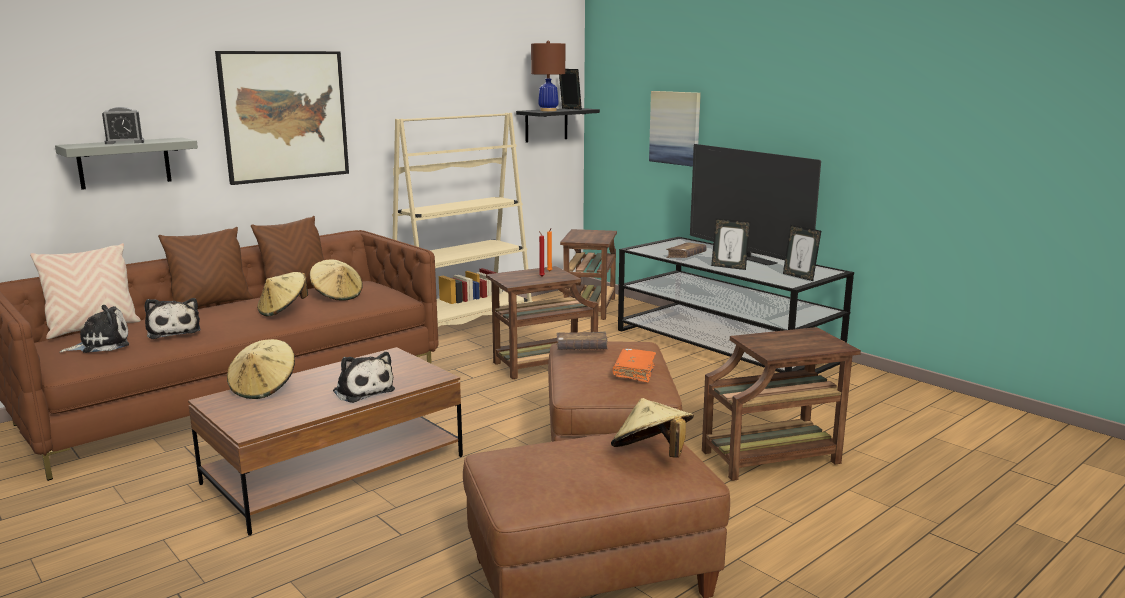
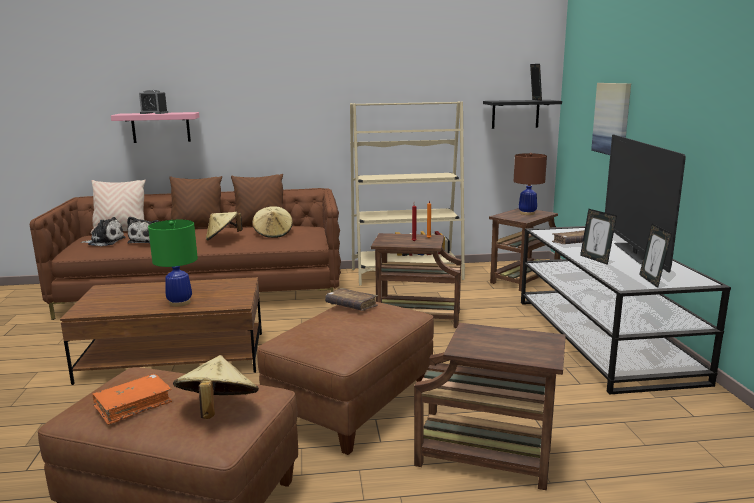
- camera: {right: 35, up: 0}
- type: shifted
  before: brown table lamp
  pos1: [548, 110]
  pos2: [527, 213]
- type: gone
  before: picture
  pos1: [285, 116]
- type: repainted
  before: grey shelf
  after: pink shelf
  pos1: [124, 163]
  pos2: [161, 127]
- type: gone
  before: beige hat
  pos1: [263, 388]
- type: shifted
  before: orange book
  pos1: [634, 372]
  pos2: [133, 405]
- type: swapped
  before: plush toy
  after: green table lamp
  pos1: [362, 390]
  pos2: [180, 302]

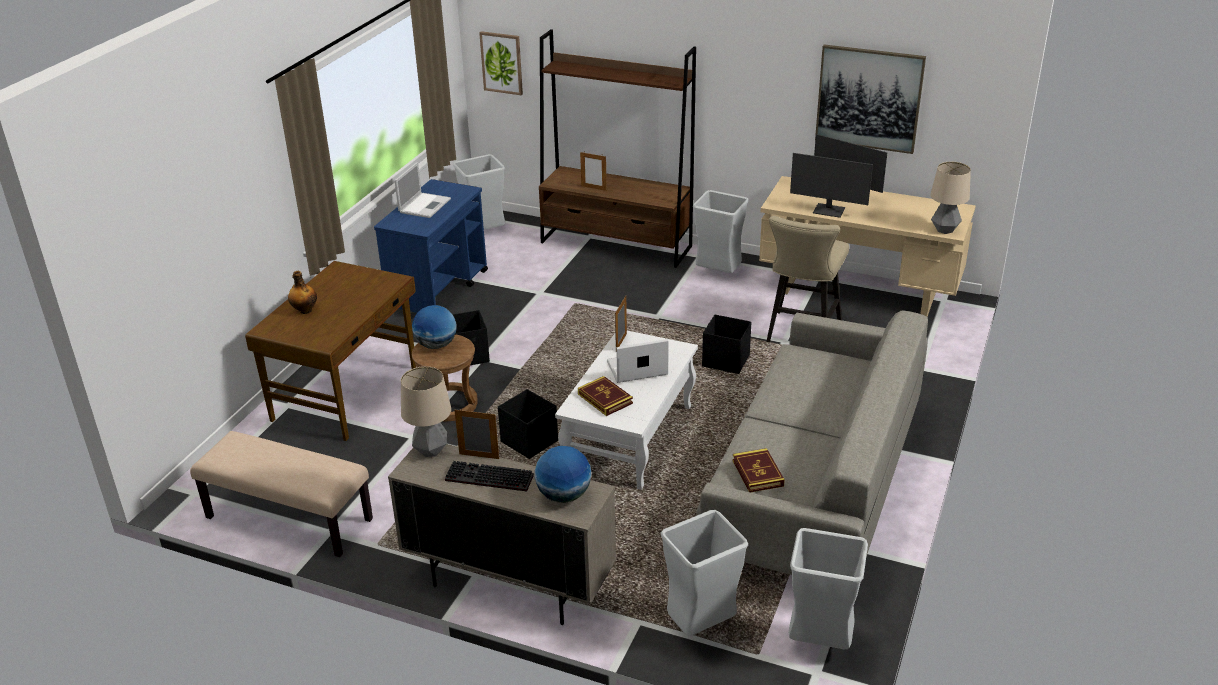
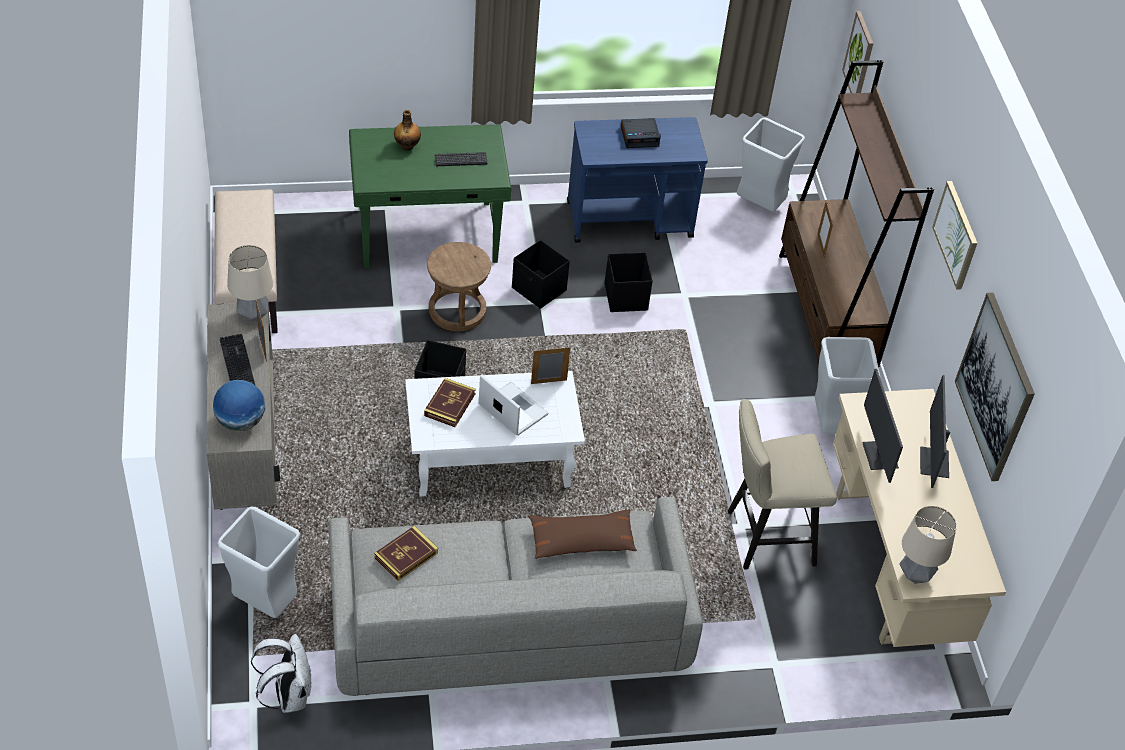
- camera: {right: 55, up: 15}
- type: swapped
  before: laptop
  after: alarm clock
  pos1: [425, 205]
  pos2: [640, 136]
- type: repainted
  before: brown desk
  after: green desk
  pos1: [347, 393]
  pos2: [428, 236]
- type: gone
  before: globe
  pos1: [436, 345]
- type: shifted
  before: black storage box
  pos1: [725, 361]
  pos2: [626, 296]
- type: swapped
  before: grey trash can
  after: white backpack
  pos1: [818, 644]
  pos2: [288, 695]
- type: new
  after: keyboard
  pos2: [461, 160]
- type: new
  after: picture
  pos2: [956, 234]
- type: new
  after: brown pillow
  pos2: [582, 541]

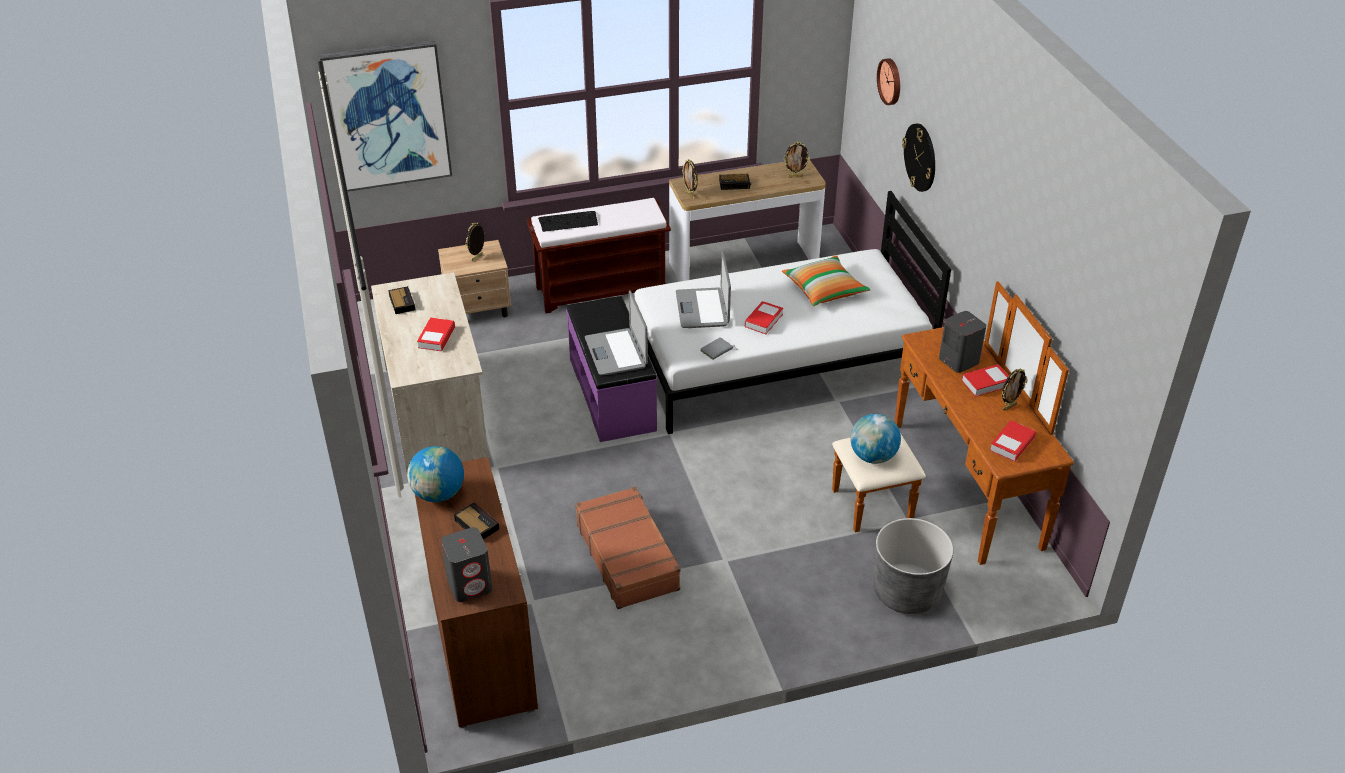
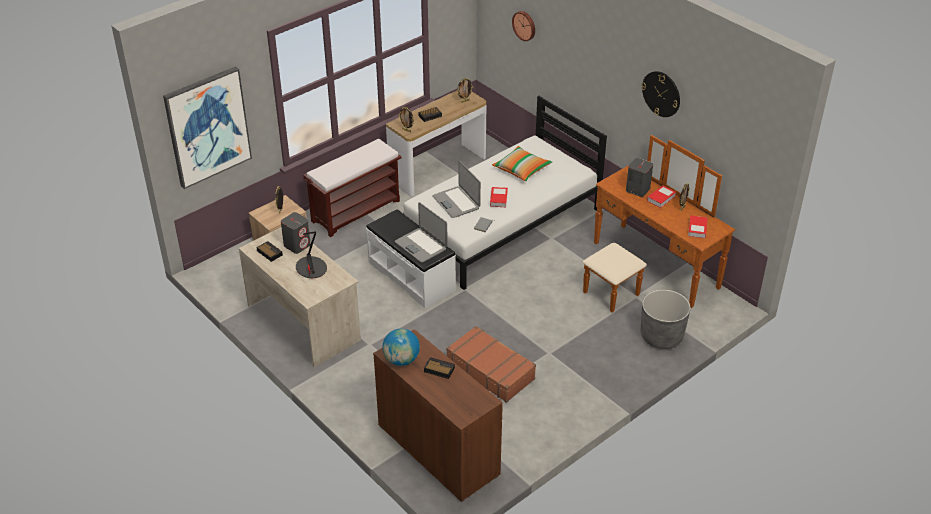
- camera: {right: -25, up: 0}
- type: shifted
  before: wall clock
  pos1: [920, 157]
  pos2: [661, 94]
- type: gone
  before: keyboard
  pos1: [568, 222]
- type: repainted
  before: purple bench
  after: white bench
  pos1: [613, 394]
  pos2: [412, 276]
- type: swapped
  before: book
  after: table lamp
  pos1: [436, 337]
  pos2: [311, 268]
- type: gone
  before: globe
  pos1: [873, 456]
- type: shifted
  before: grey speaker
  pos1: [470, 584]
  pos2: [297, 245]

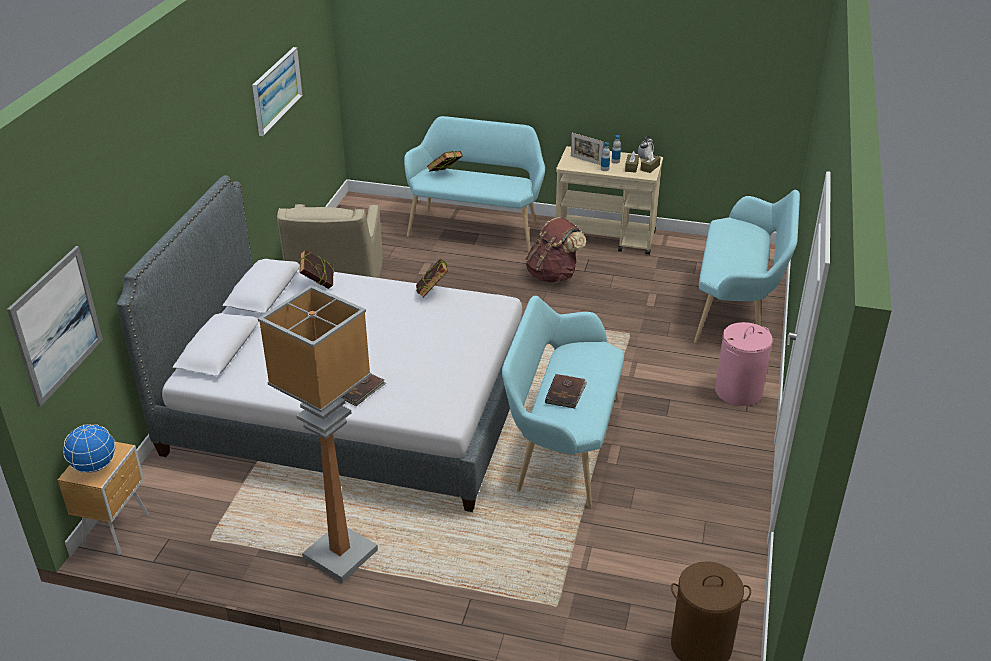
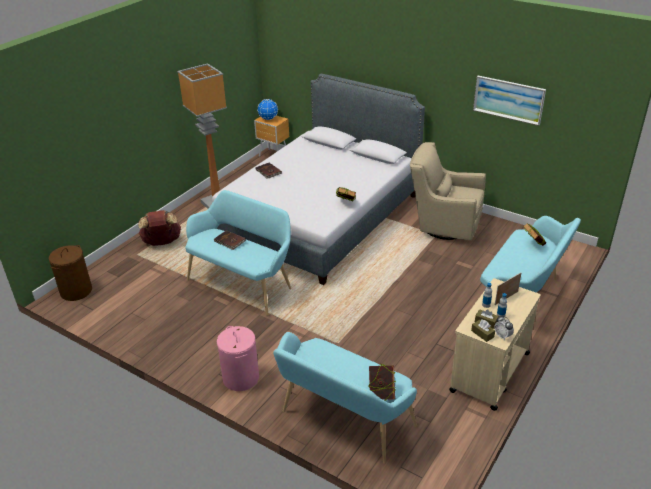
- camera: {right: 110, up: 0}
- type: shifted
  before: brown backpack
  pos1: [553, 275]
  pos2: [162, 242]
- type: gone
  before: picture
  pos1: [56, 325]
- type: shifted
  before: book
  pos1: [318, 284]
  pos2: [381, 394]

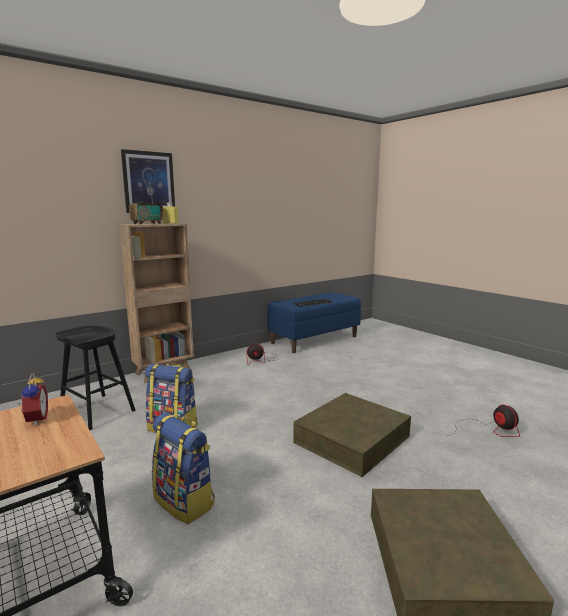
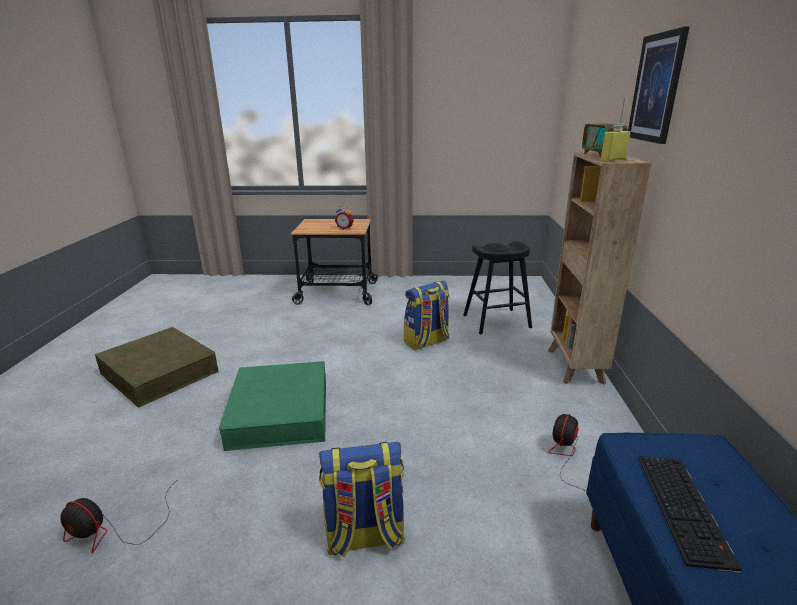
- camera: {right: 130, up: 10}
- type: repainted
  before: brown storage box
  after: green storage box
  pos1: [352, 439]
  pos2: [280, 412]
- type: shifted
  before: backpack
  pos1: [185, 502]
  pos2: [364, 536]

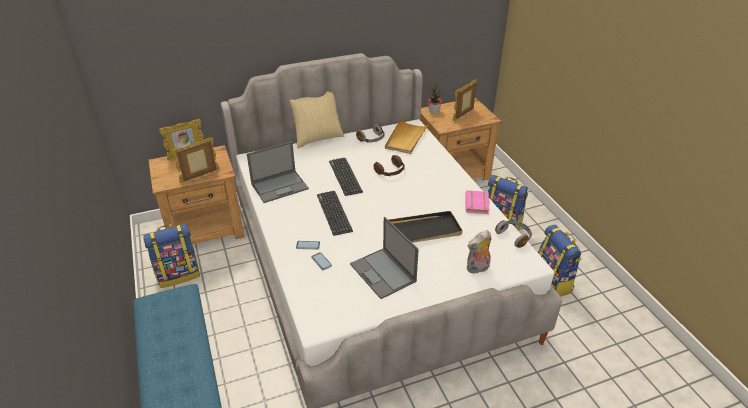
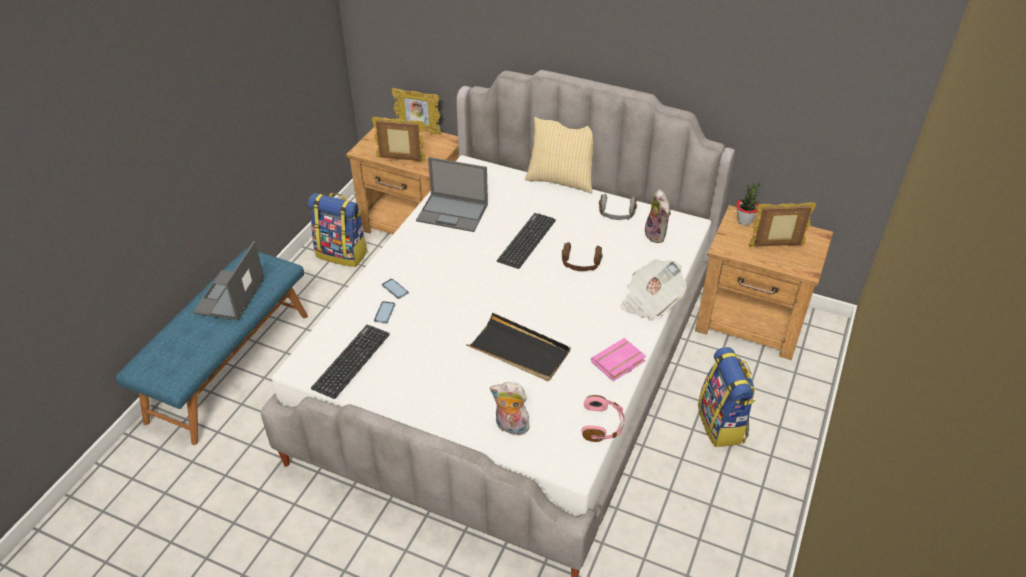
- camera: {right: 45, up: 5}
- type: swapped
  before: beige tray
  after: plush toy
  pos1: [406, 138]
  pos2: [657, 235]
- type: shifted
  before: keyboard
  pos1: [334, 213]
  pos2: [351, 361]
- type: shifted
  before: laptop
  pos1: [383, 273]
  pos2: [230, 296]
- type: repainted
  before: grey headphones
  after: pink headphones
  pos1: [514, 236]
  pos2: [602, 425]
- type: gone
  before: backpack
  pos1: [552, 282]
- type: new
  after: newspaper
  pos2: [650, 302]

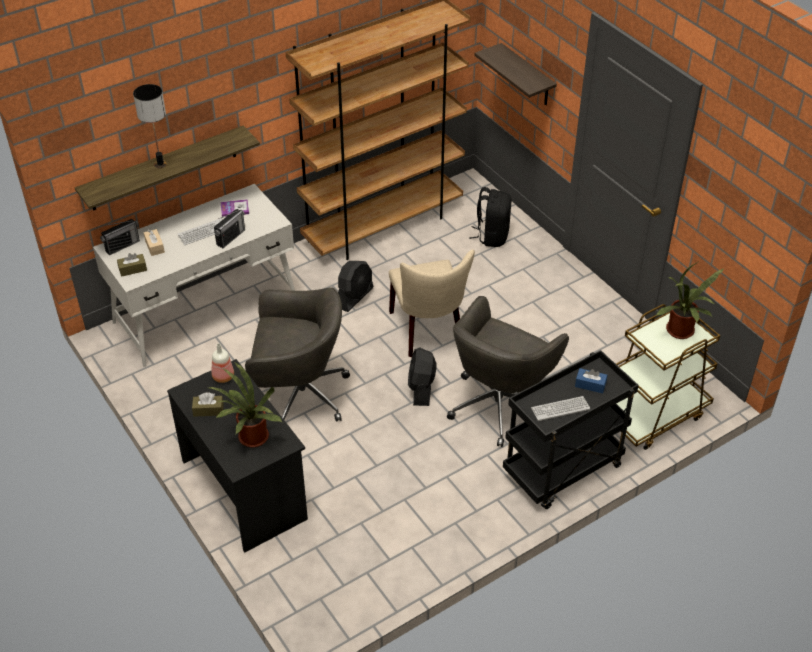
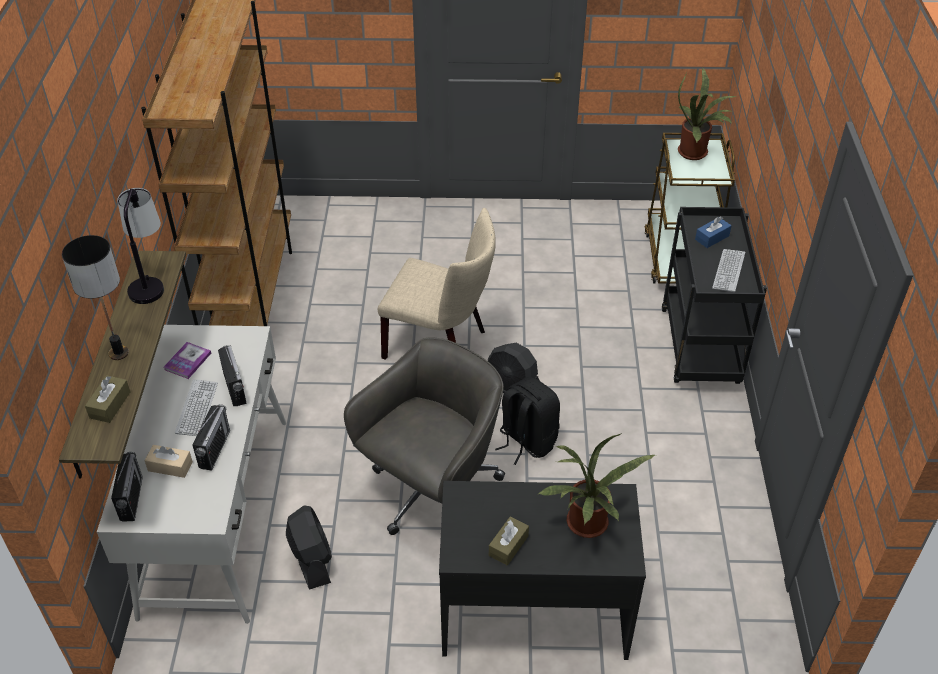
- camera: {right: -55, up: 0}
- type: gone
  before: shelf
  pos1: [527, 76]
- type: shifted
  before: black backpack
  pos1: [492, 236]
  pos2: [526, 441]
- type: shifted
  before: brown tissue box
  pos1: [132, 269]
  pos2: [110, 405]
- type: shifted
  before: black fan
  pos1: [354, 297]
  pos2: [311, 559]
- type: gone
  before: grey office chair
  pos1: [499, 404]
- type: gone
  before: bottle
  pos1: [222, 377]
- type: new
  after: table lamp
  pos2: [149, 280]
- type: new
  after: radio
  pos2: [214, 449]

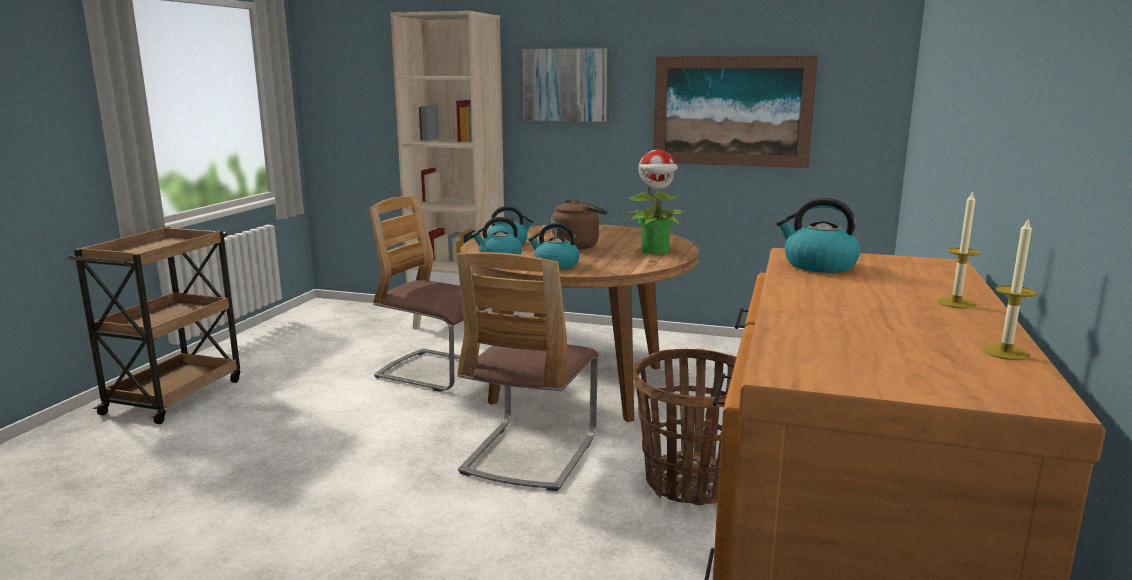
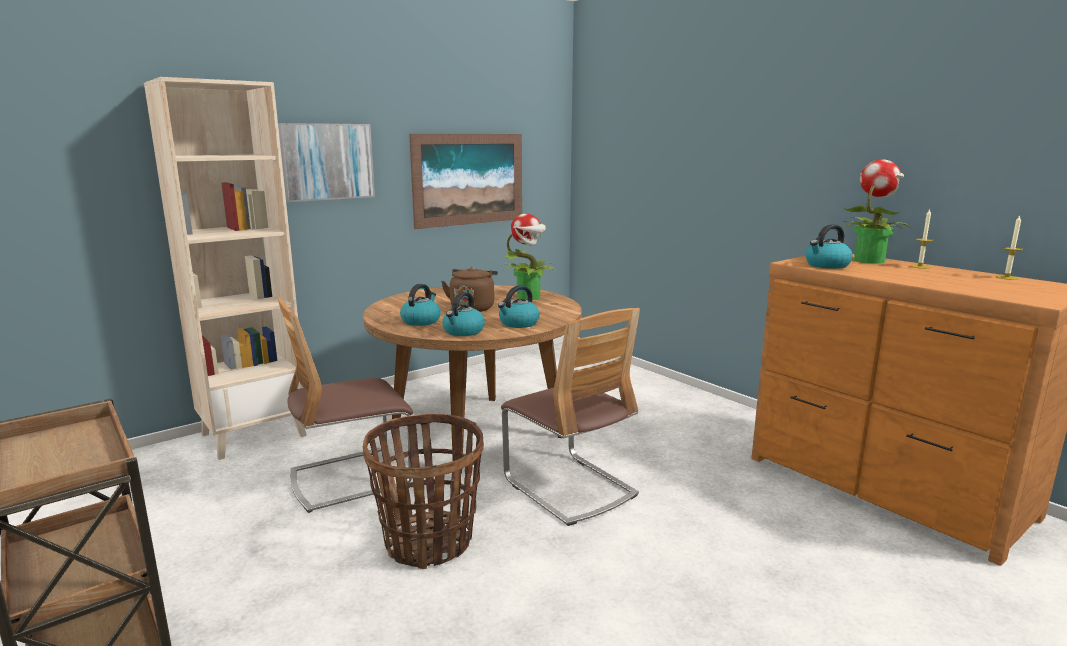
- camera: {right: -55, up: 0}
- type: shifted
  before: basket
  pos1: [691, 482]
  pos2: [429, 541]
- type: new
  after: potted plant
  pos2: [869, 260]

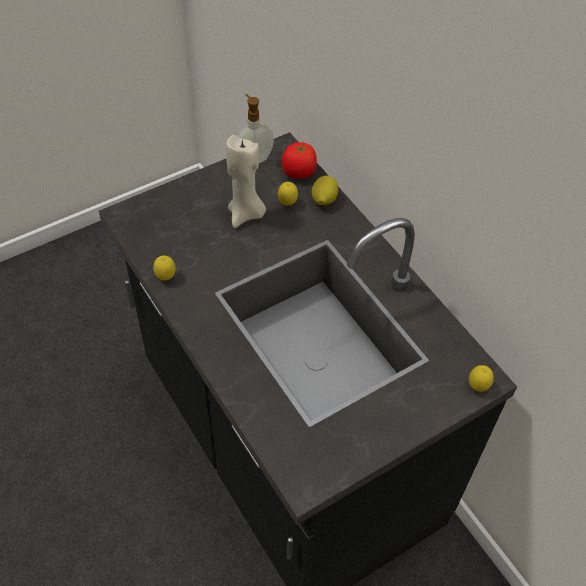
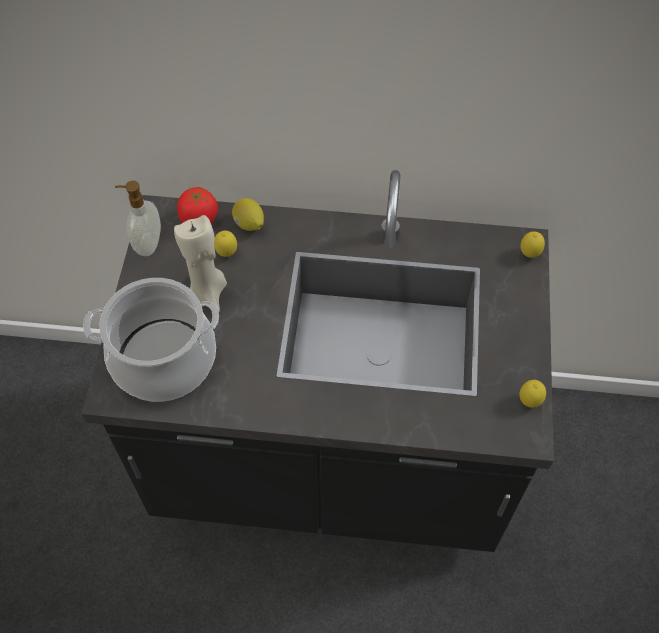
- camera: {right: -50, up: 5}
- type: shifted
  before: lemon
  pos1: [166, 277]
  pos2: [529, 402]
- type: new
  after: cooking pot
  pos2: [163, 360]

